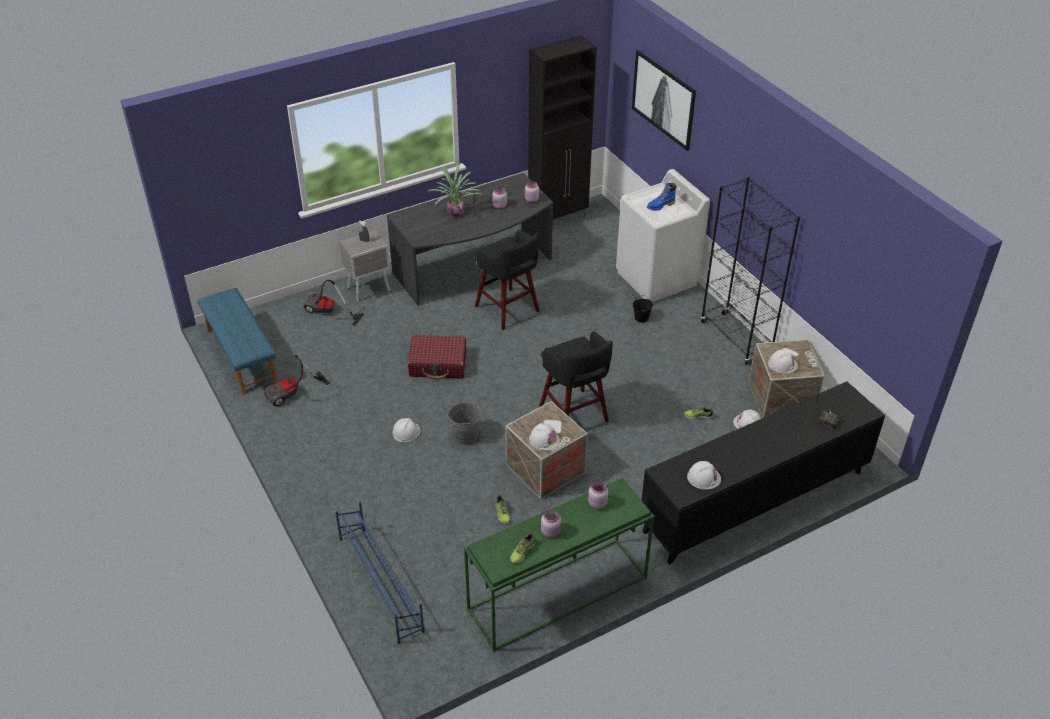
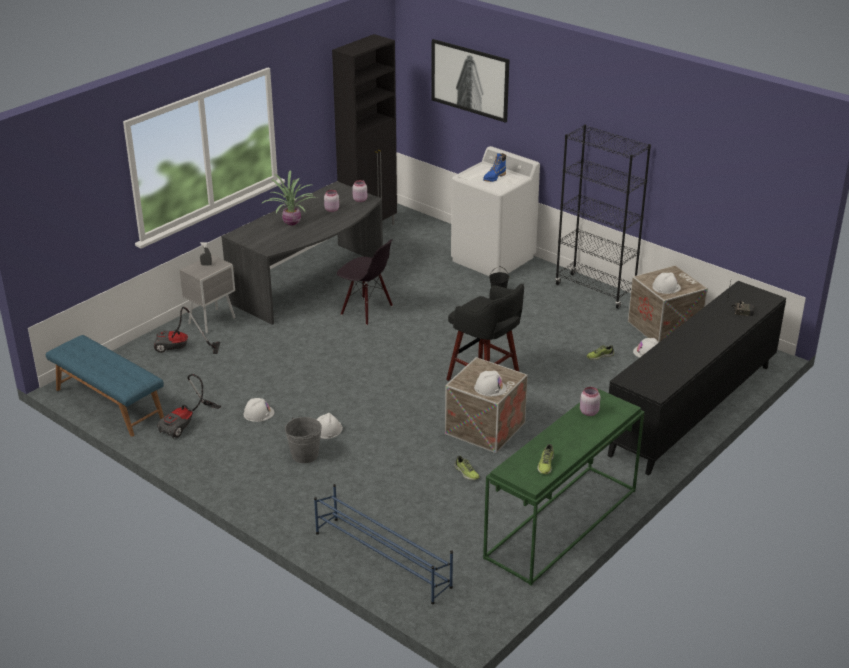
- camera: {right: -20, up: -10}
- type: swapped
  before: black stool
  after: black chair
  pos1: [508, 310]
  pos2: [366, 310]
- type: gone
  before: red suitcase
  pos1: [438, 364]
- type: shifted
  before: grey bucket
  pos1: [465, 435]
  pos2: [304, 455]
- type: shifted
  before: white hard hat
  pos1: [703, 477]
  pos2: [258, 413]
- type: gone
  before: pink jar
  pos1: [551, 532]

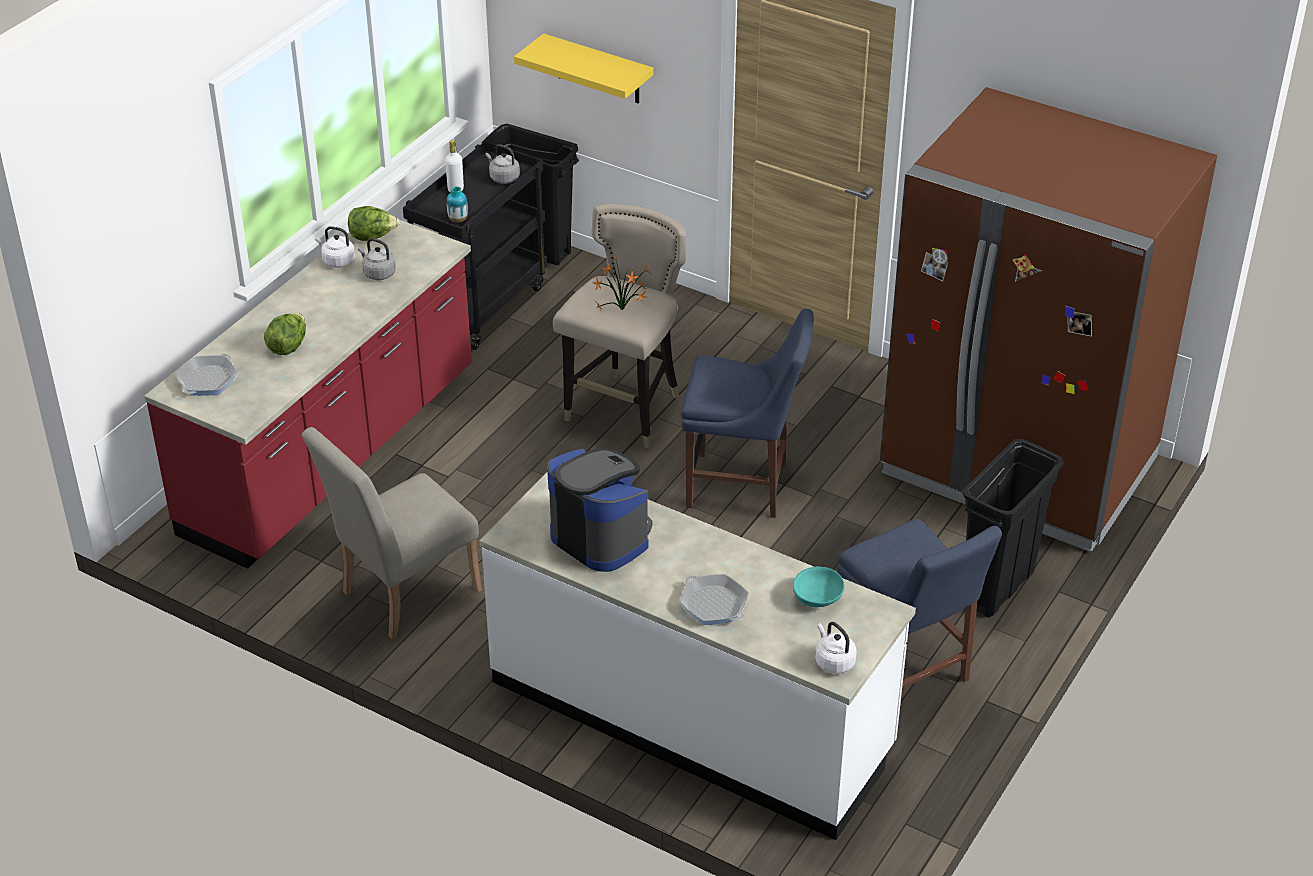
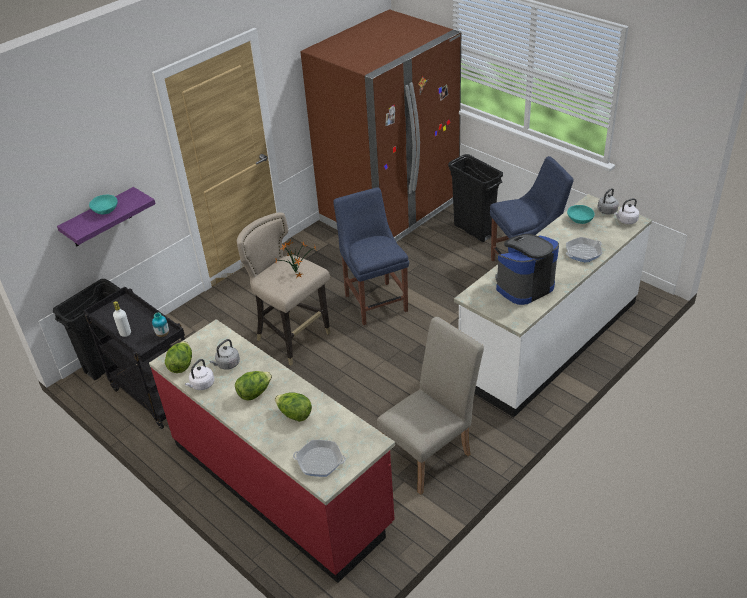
- camera: {right: -75, up: 0}
- type: repainted
  before: yellow shelf
  after: purple shelf
  pos1: [598, 70]
  pos2: [100, 218]
- type: shifted
  before: grey kettle
  pos1: [503, 178]
  pos2: [606, 211]
- type: rotated
  before: blue chair
  pos1: [743, 486]
  pos2: [375, 301]
  turn: -45
- type: rotated
  before: frying pan
  pos1: [208, 380]
  pos2: [319, 461]
  turn: 150
- type: rotated
  before: beige chair
  pos1: [402, 595]
  pos2: [431, 454]
  turn: -105
- type: new
  after: turquoise bowl
  pos2: [106, 210]
- type: new
  after: lettuce
  pos2: [255, 393]

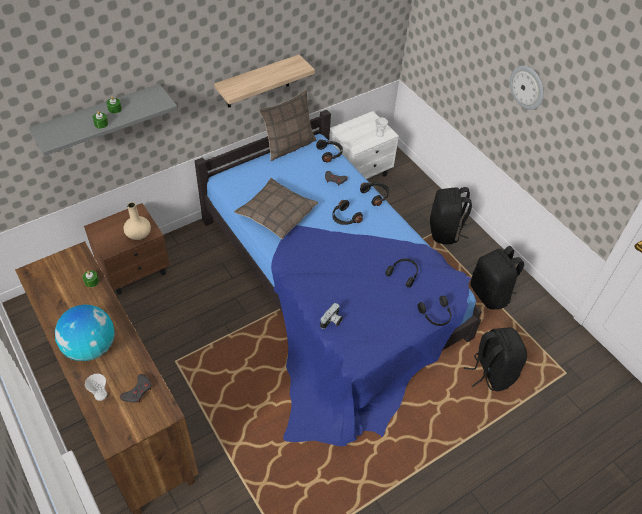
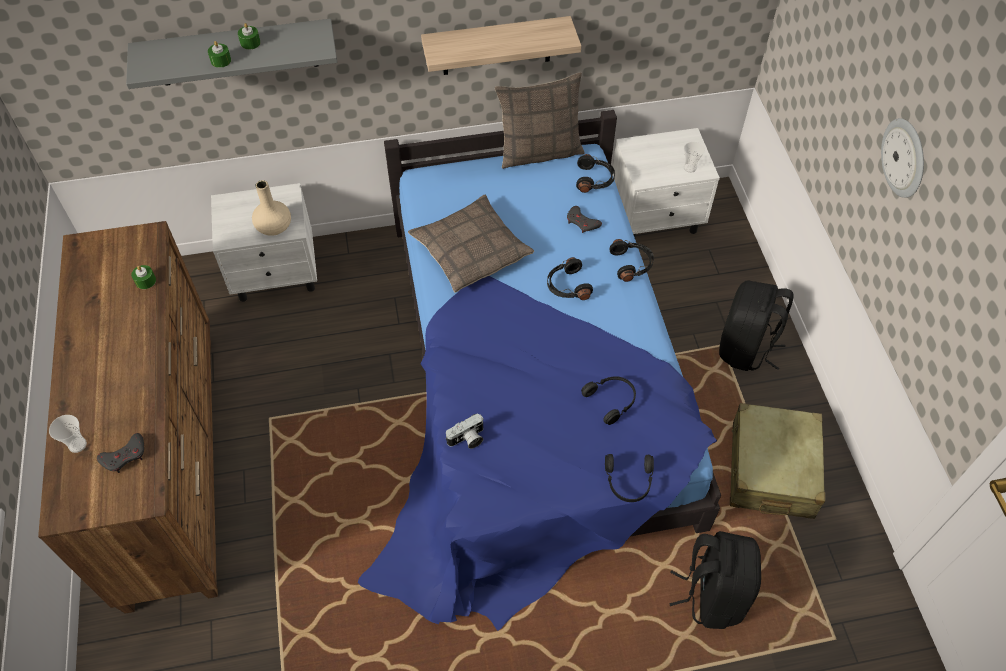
- camera: {right: 25, up: 5}
- type: repainted
  before: brown nightstand
  after: white nightstand
  pos1: [135, 270]
  pos2: [277, 274]
- type: swapped
  before: black backpack
  after: beige suitcase
  pos1: [490, 294]
  pos2: [771, 470]
- type: gone
  before: globe
  pos1: [91, 347]

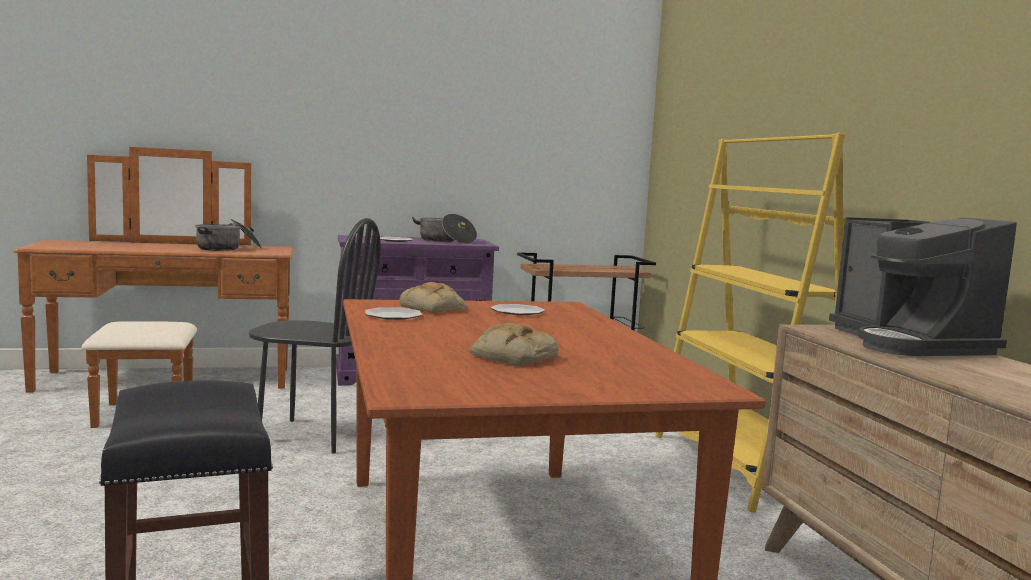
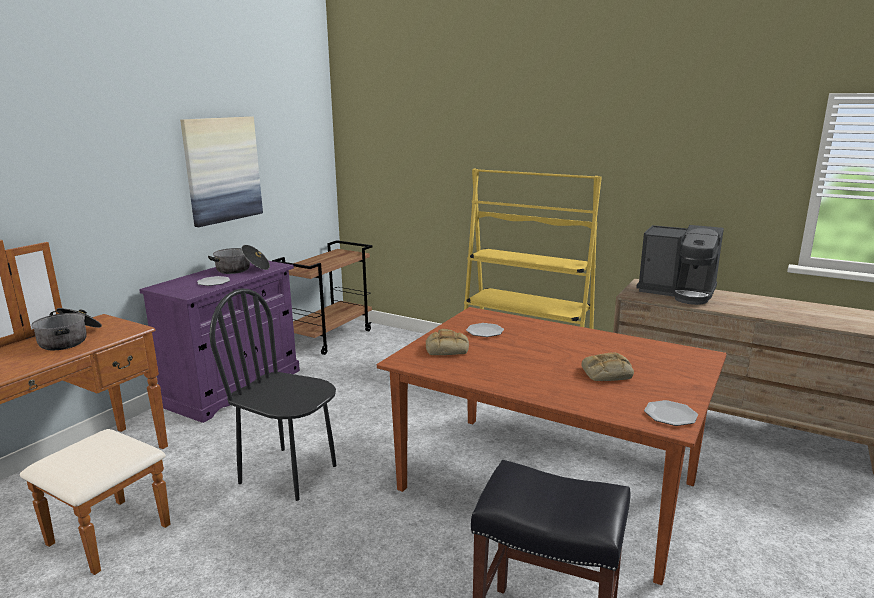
- camera: {right: -45, up: 10}
- type: rotated
  before: black chair
  pos1: [312, 435]
  pos2: [289, 473]
  turn: -120
- type: shifted
  before: plate
  pos1: [393, 316]
  pos2: [671, 415]
- type: new
  after: picture
  pos2: [222, 170]

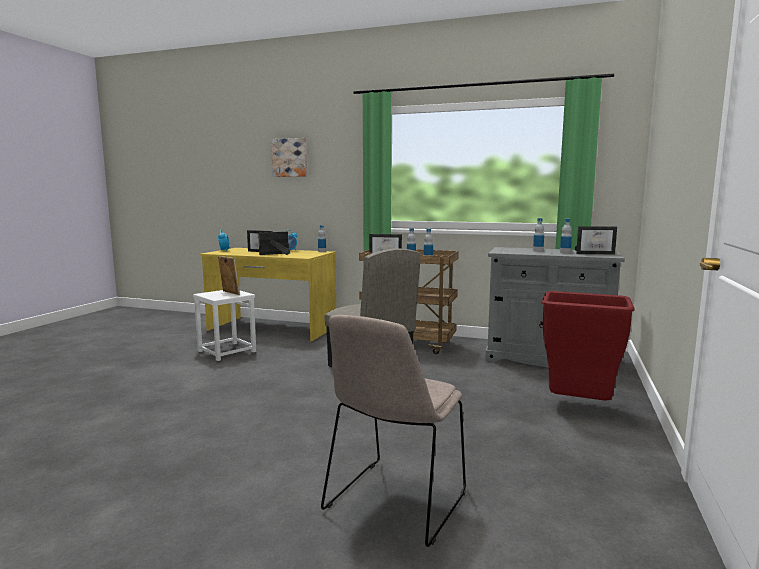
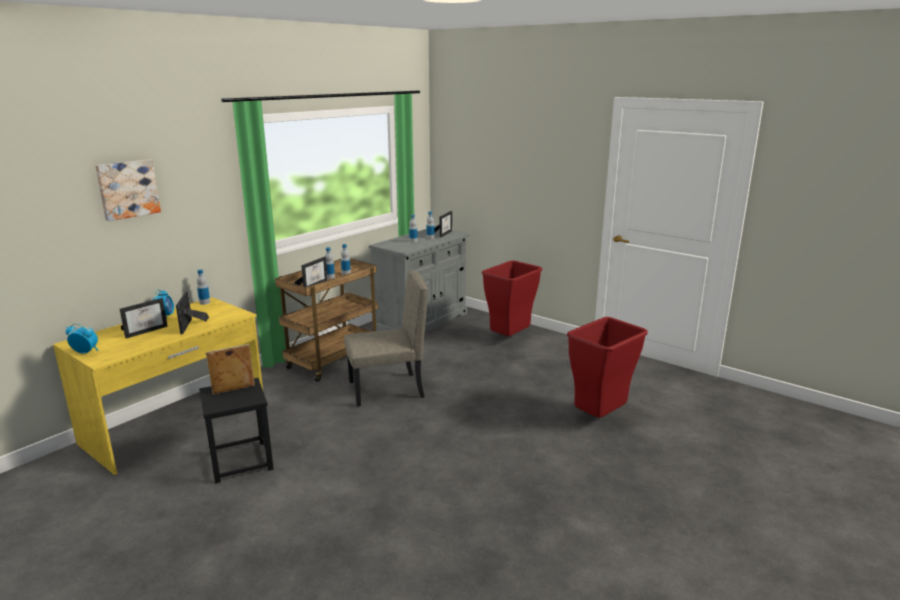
- camera: {right: -70, up: 10}
- type: repainted
  before: white stool
  after: black stool
  pos1: [226, 351]
  pos2: [241, 462]
- type: swapped
  before: beige chair
  after: red trash can
  pos1: [394, 503]
  pos2: [599, 418]

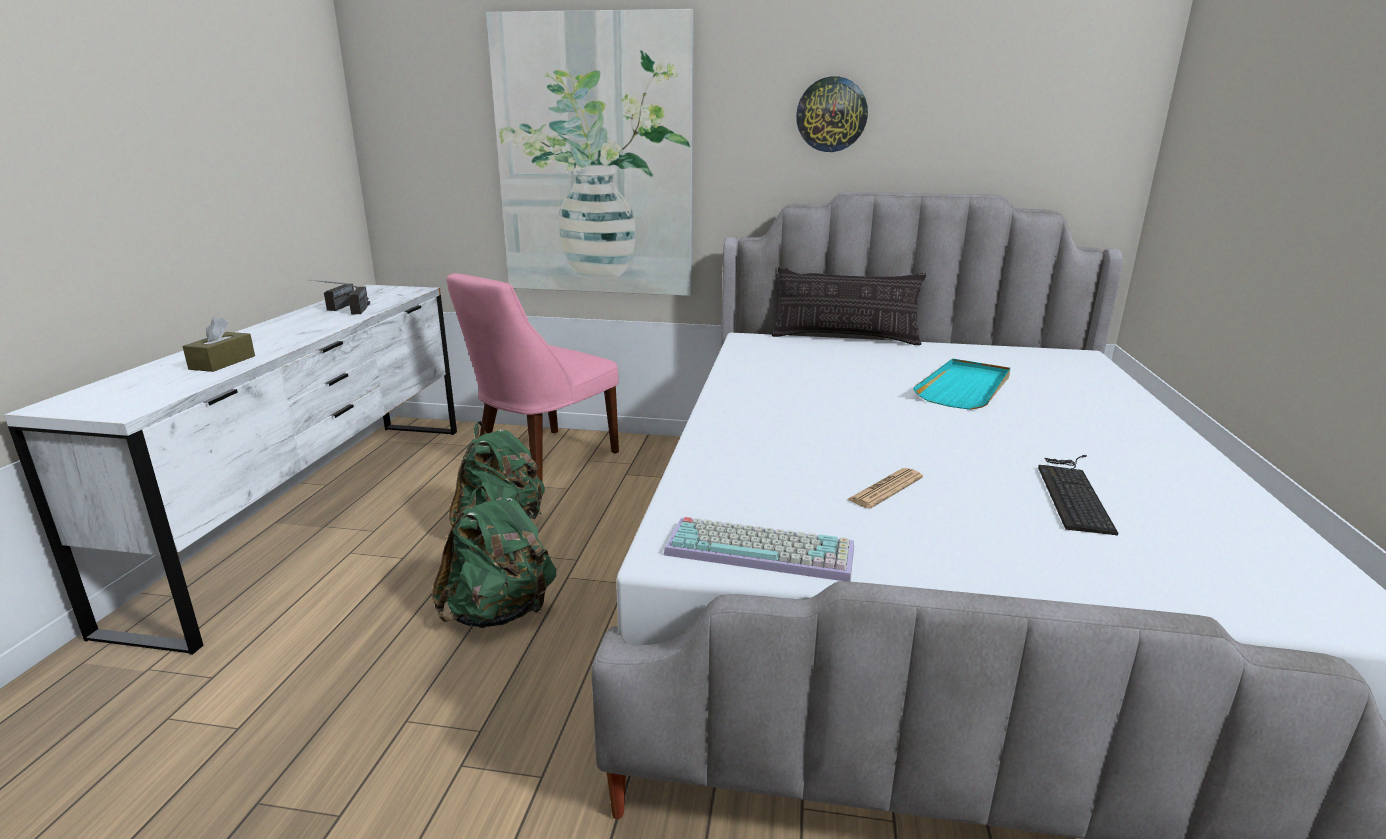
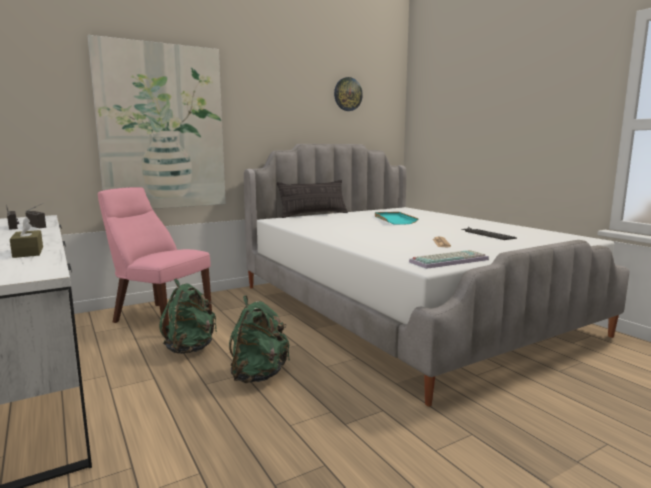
- camera: {right: -40, up: -10}
- type: shifted
  before: wall clock
  pos1: [831, 114]
  pos2: [347, 94]
- type: rotated
  before: pink chair
  pos1: [542, 460]
  pos2: [159, 318]
  turn: 120

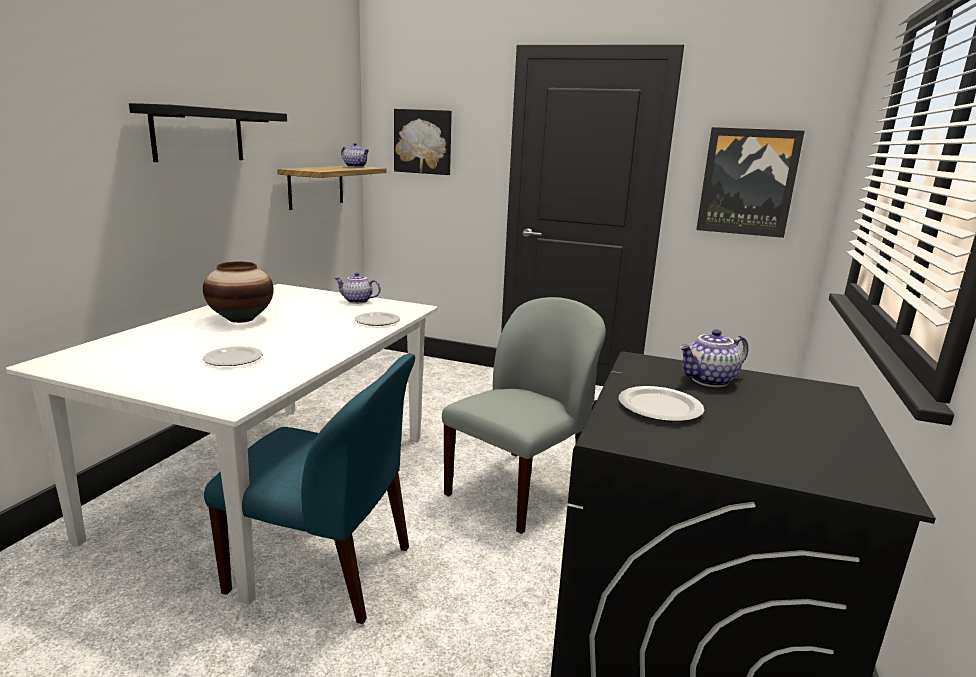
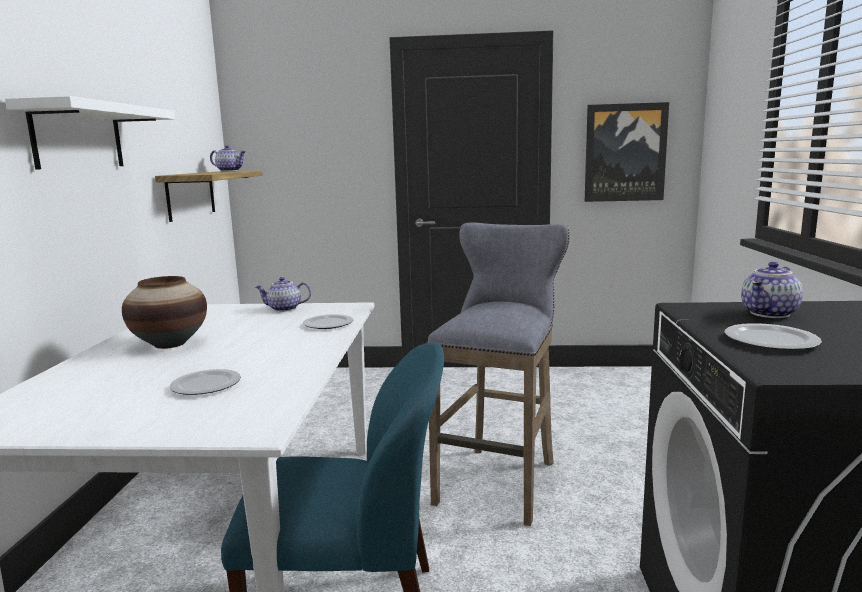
- camera: {right: -15, up: -5}
- type: repainted
  before: black shelf
  after: white shelf
  pos1: [198, 134]
  pos2: [78, 137]
- type: gone
  before: picture
  pos1: [423, 142]
- type: swapped
  before: grey chair
  after: grey stool
  pos1: [518, 488]
  pos2: [499, 479]

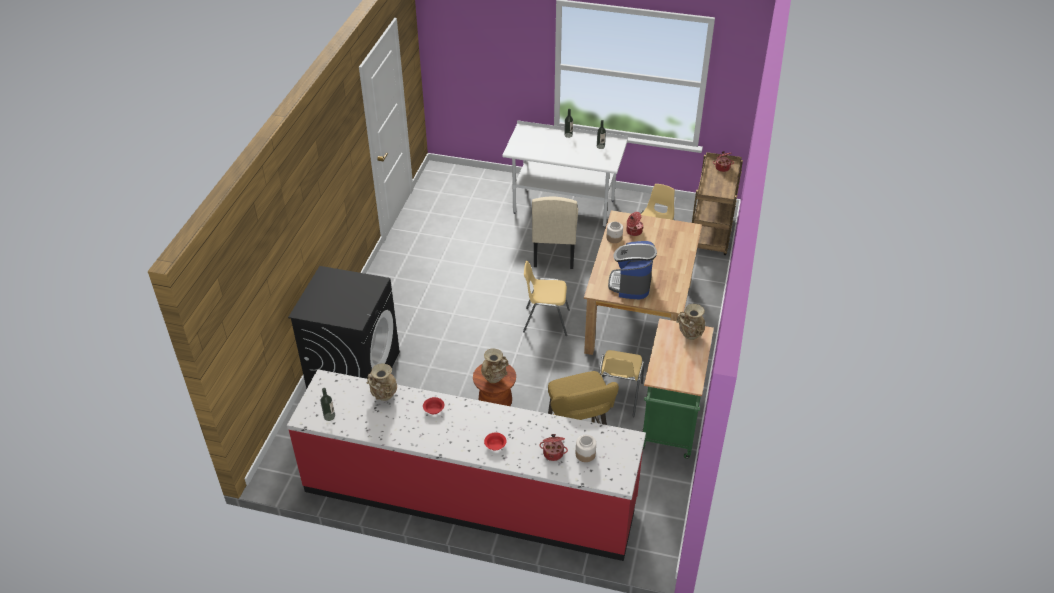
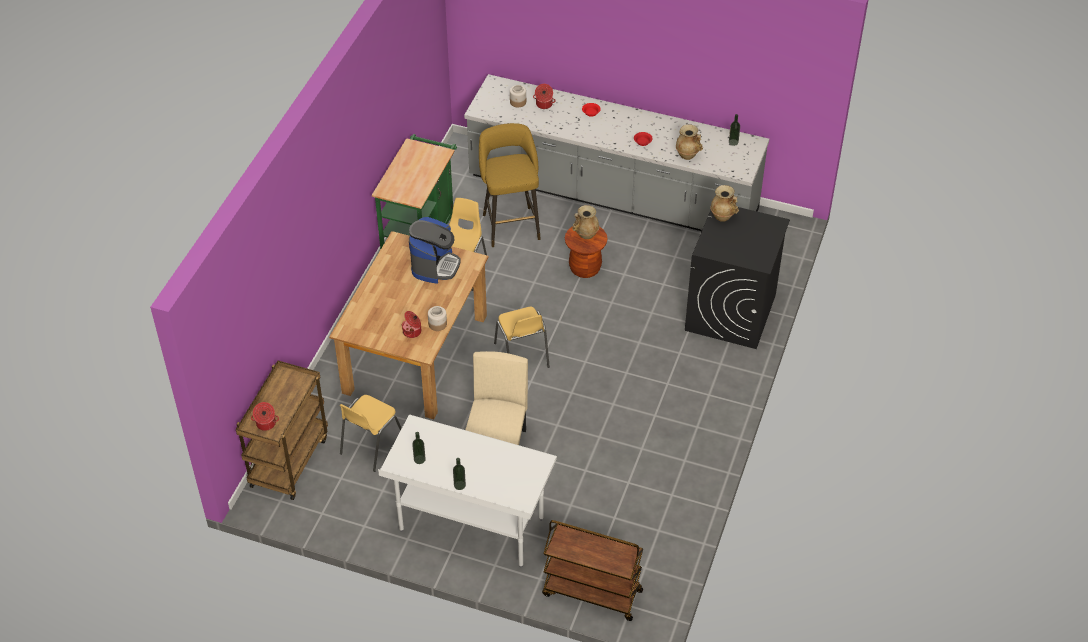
- camera: {right: -175, up: 5}
- type: rotated
  before: yellow chair
  pos1: [545, 321]
  pos2: [522, 355]
  turn: 60
- type: shifted
  before: beige vase
  pos1: [690, 336]
  pos2: [723, 216]
- type: repainted
  before: red counter
  after: grey counter
  pos1: [470, 496]
  pos2: [612, 195]
- type: new
  after: brown cart
  pos2: [591, 593]

